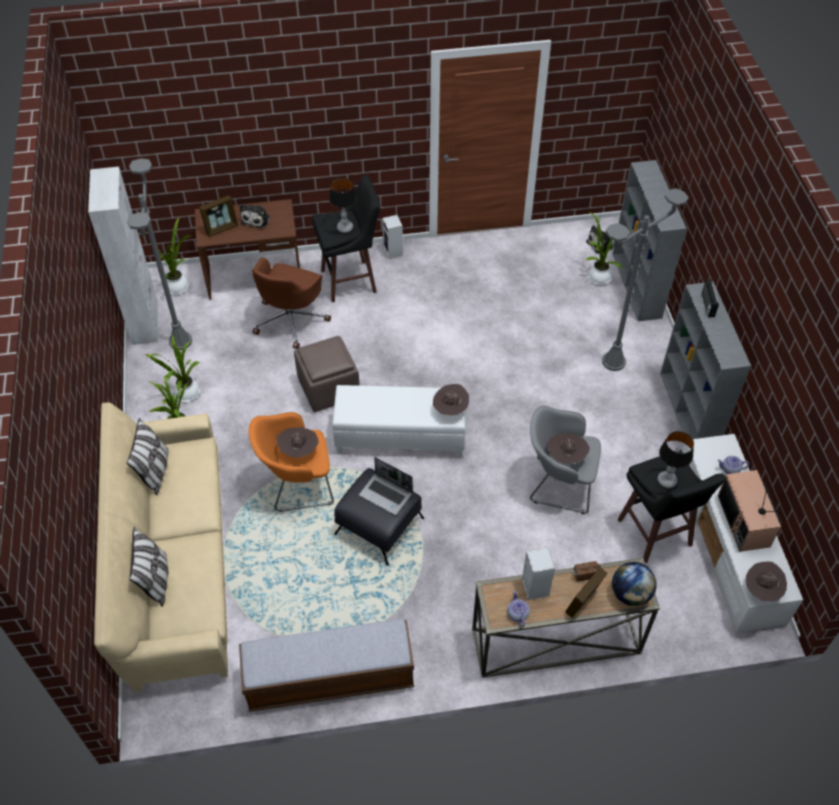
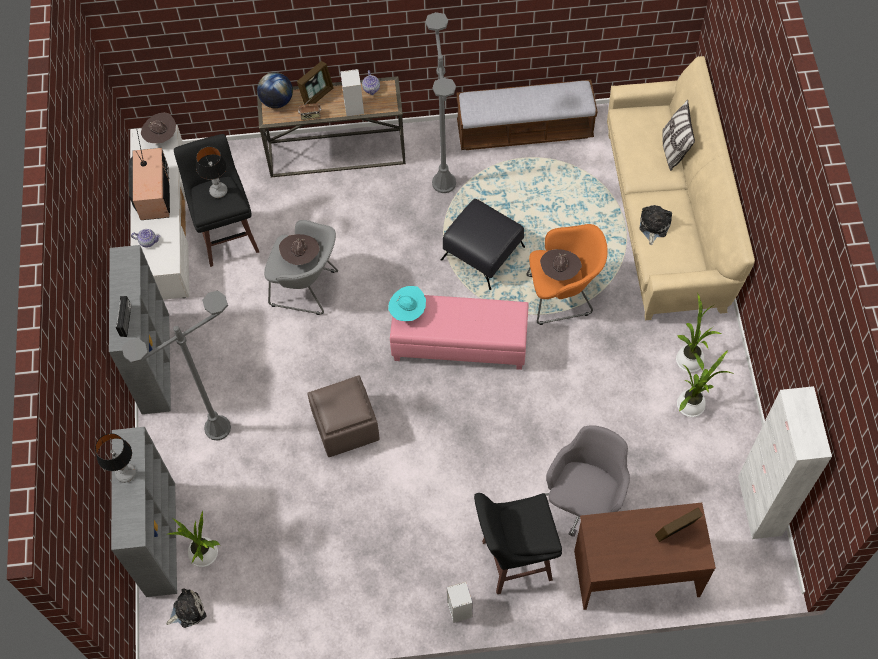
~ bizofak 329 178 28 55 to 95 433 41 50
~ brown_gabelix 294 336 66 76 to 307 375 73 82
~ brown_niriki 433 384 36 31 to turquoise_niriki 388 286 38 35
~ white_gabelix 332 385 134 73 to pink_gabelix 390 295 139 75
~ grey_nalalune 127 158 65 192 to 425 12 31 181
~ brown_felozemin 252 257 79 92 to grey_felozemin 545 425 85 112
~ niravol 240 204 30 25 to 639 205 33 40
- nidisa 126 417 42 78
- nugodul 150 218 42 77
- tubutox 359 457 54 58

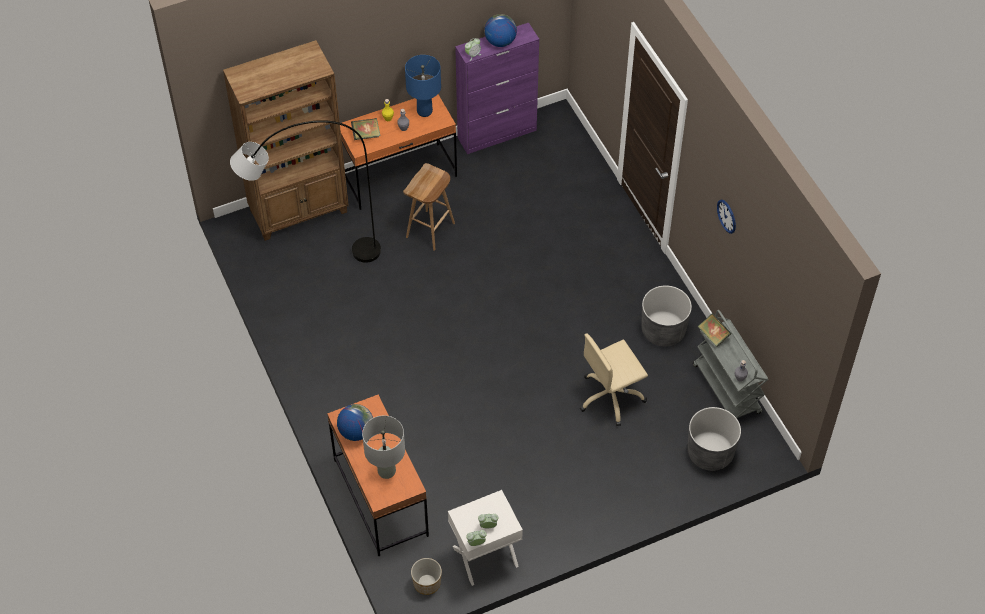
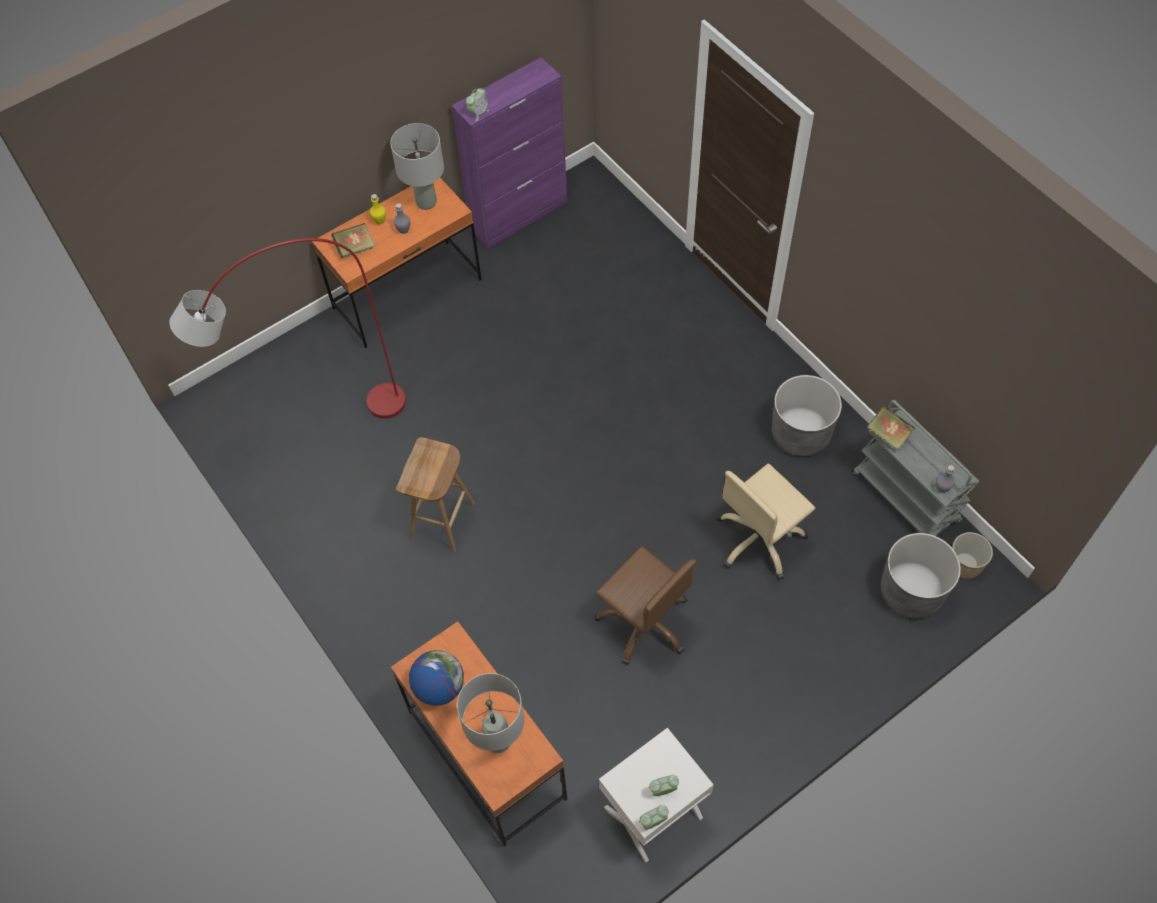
~ grey_nalalune 230 120 151 143 to red_nalalune 169 238 237 181
~ blue_bizofak 405 55 36 62 to grey_bizofak 390 123 54 87
~ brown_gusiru 403 163 52 88 to 396 437 79 115
+ brown_felozemin 594 546 102 119
~ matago 411 558 31 37 to 952 532 41 47
- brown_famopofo 223 40 126 201
- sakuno 484 14 33 33
- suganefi 717 200 19 34

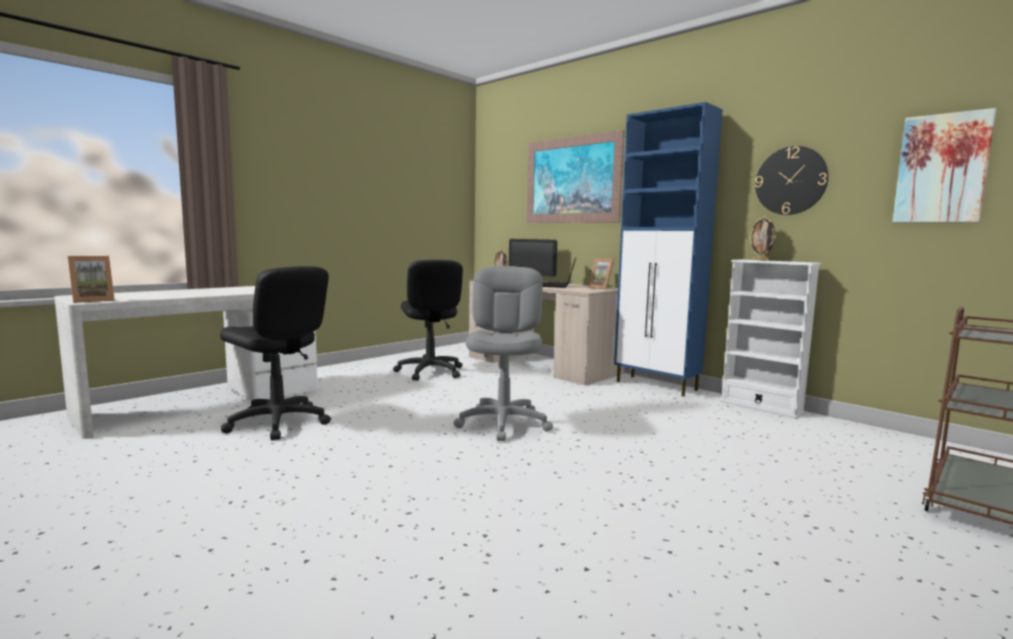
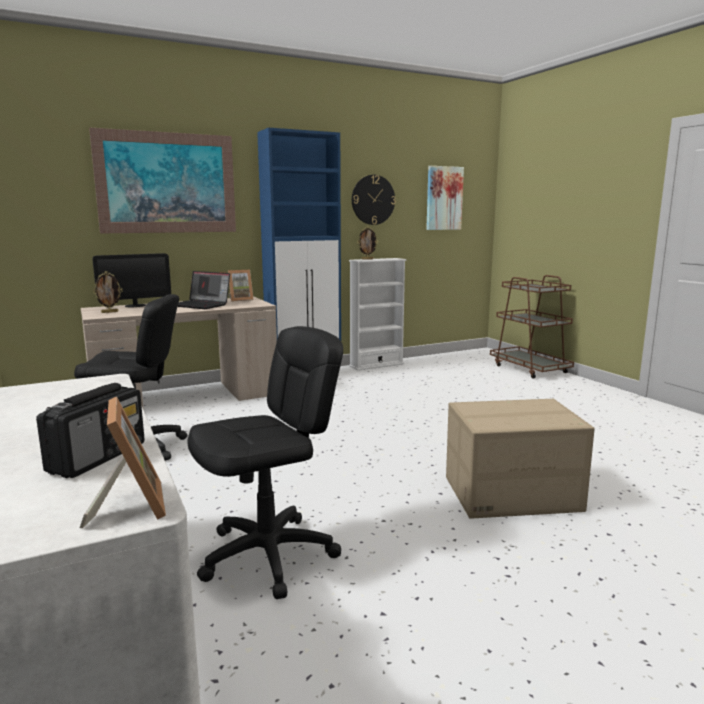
+ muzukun 36 383 109 95
+ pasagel 446 399 149 120
- grey_felozemin 454 266 99 175

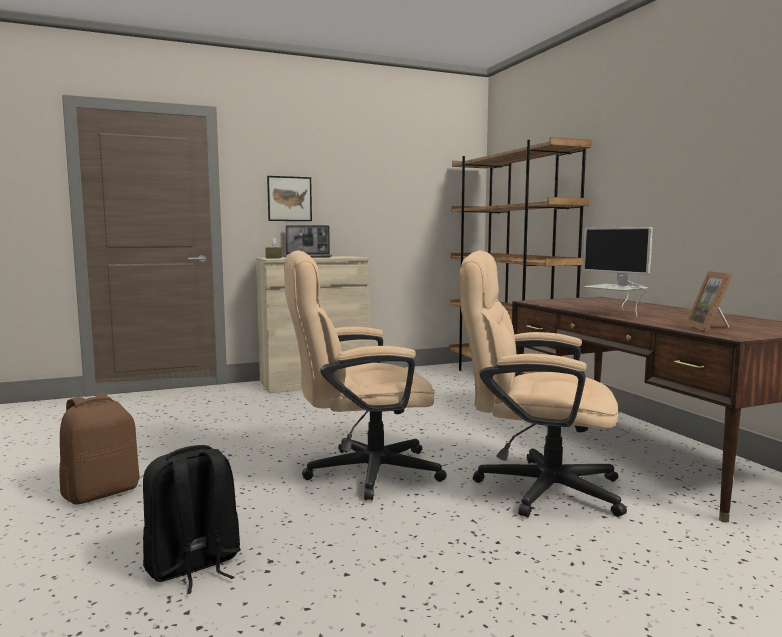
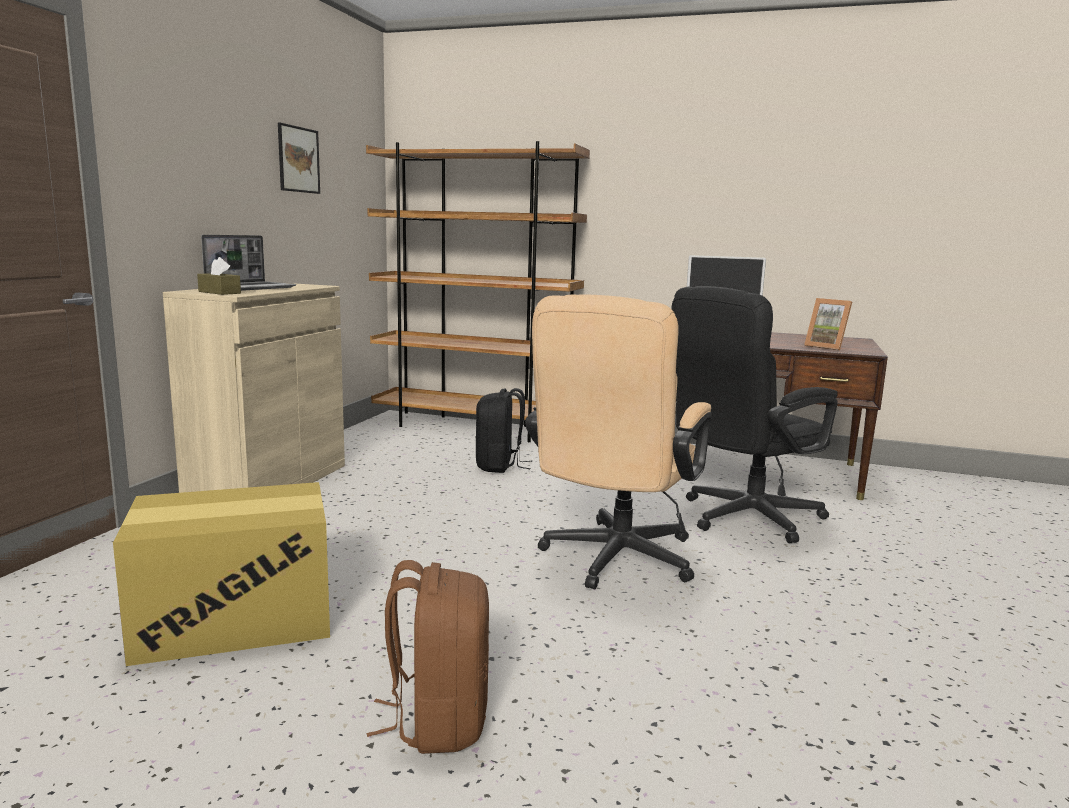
+ pasagel 113 482 217 184
~ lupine 267 176 45 45 to 278 122 42 72
~ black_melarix 143 445 98 149 to 476 388 57 85
~ beige_felozemin 460 250 167 267 to black_felozemin 671 286 167 257

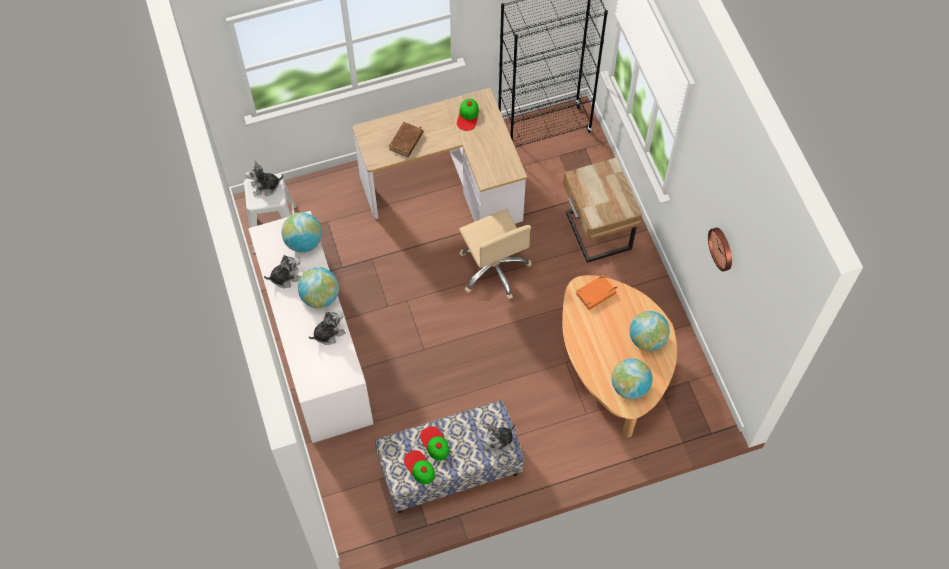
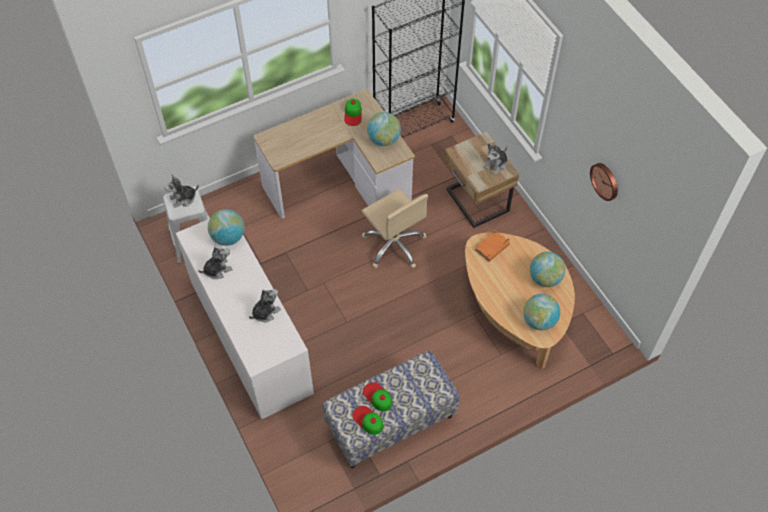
~ sakuno 298 267 41 41 to 367 112 34 34
~ niravol 483 423 32 35 to 484 144 23 31
- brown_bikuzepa 389 122 34 35

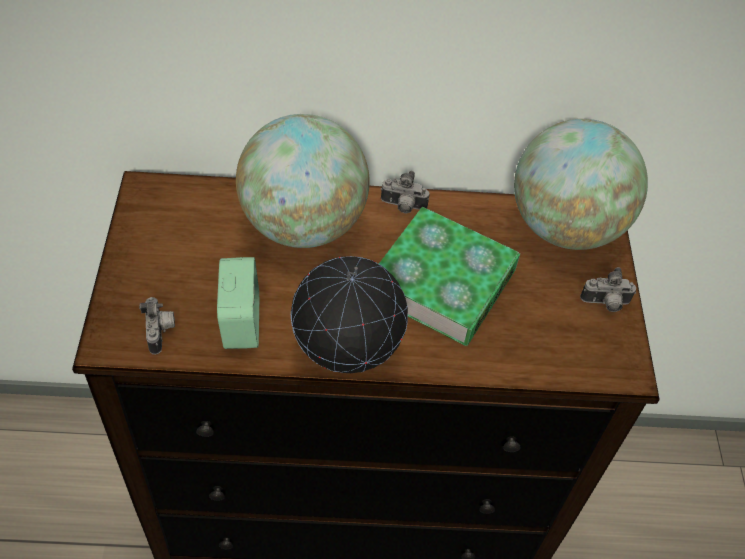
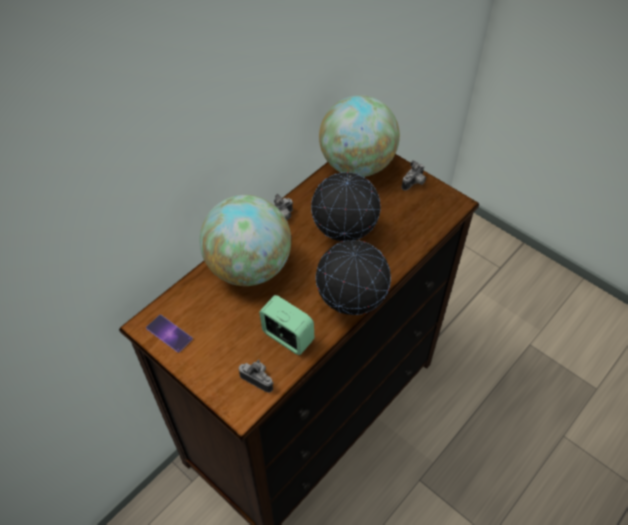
+ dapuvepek 146 315 47 38
~ bikuzepa 379 206 141 140 to sakuno 311 172 70 69

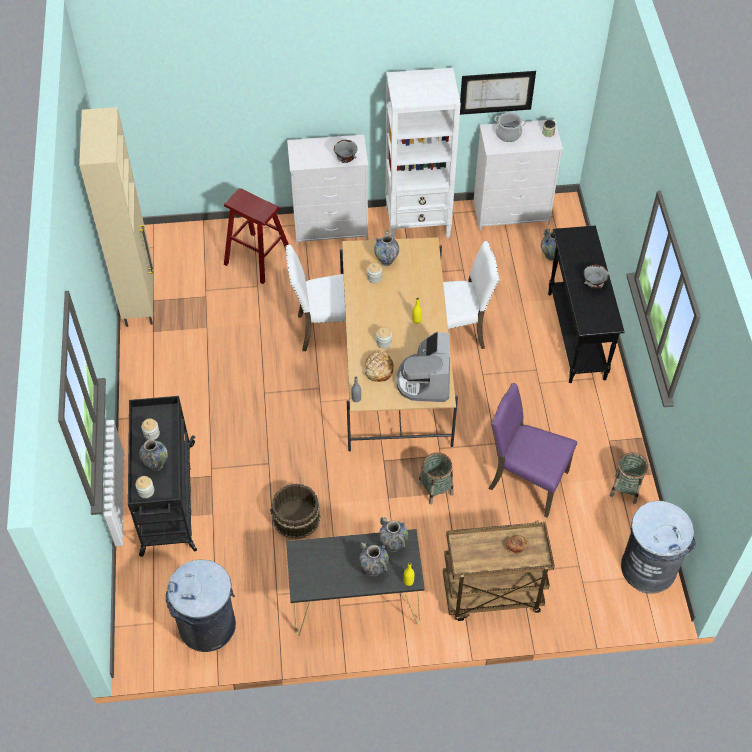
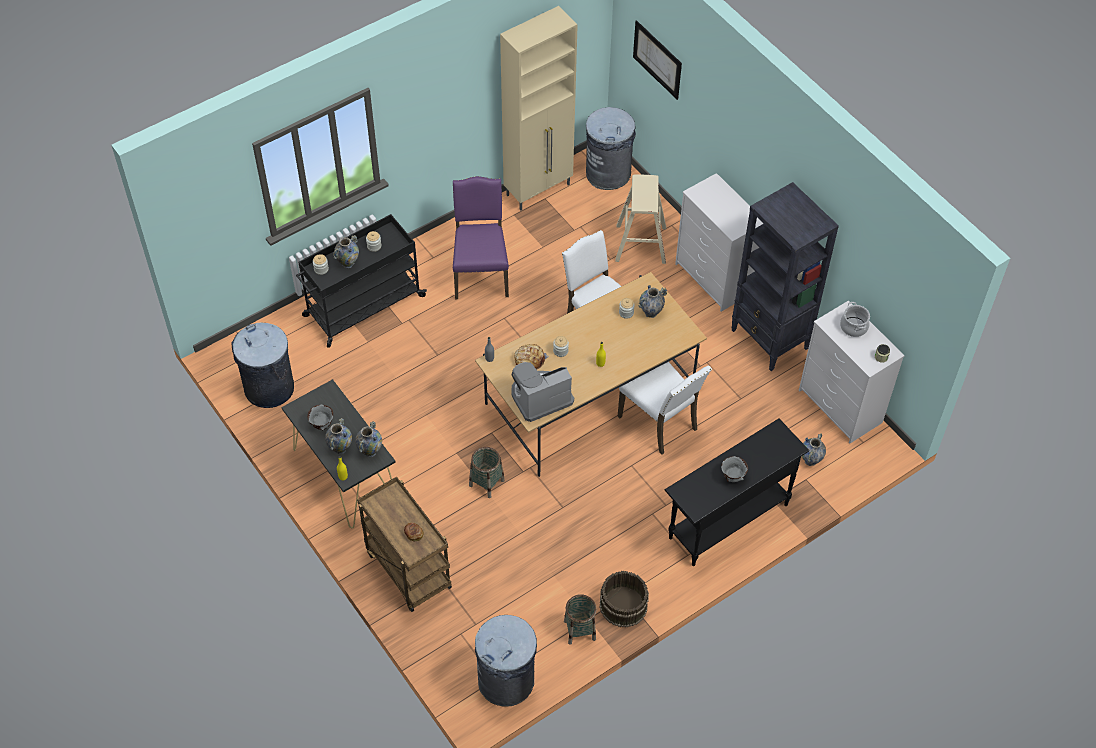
~ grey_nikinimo 334 140 24 23 to 307 405 26 26
~ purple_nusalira 489 383 88 135 to 453 176 56 123
+ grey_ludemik 586 107 50 83
~ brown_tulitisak 270 483 51 56 to 600 571 49 57
~ red_gusiru 224 188 65 96 to beige_gusiru 615 174 51 90
~ lupine 460 71 76 44 to 633 20 49 80
~ white_famopofo 386 68 75 171 to black_famopofo 731 182 108 189

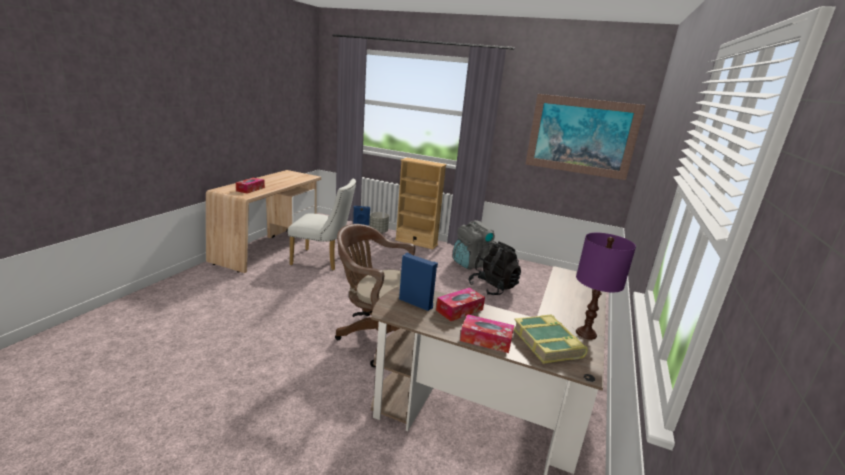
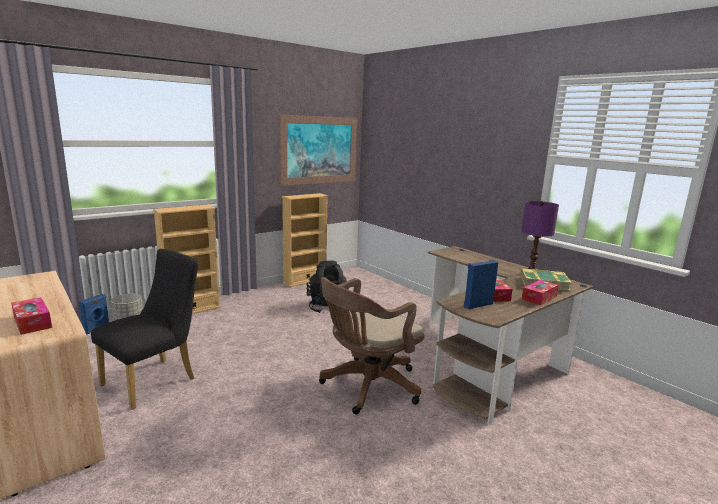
~ white_nusalira 288 179 68 91 to black_nusalira 91 249 107 160
+ beige_famopofo 282 193 47 94
- grey_melarix 453 220 44 50

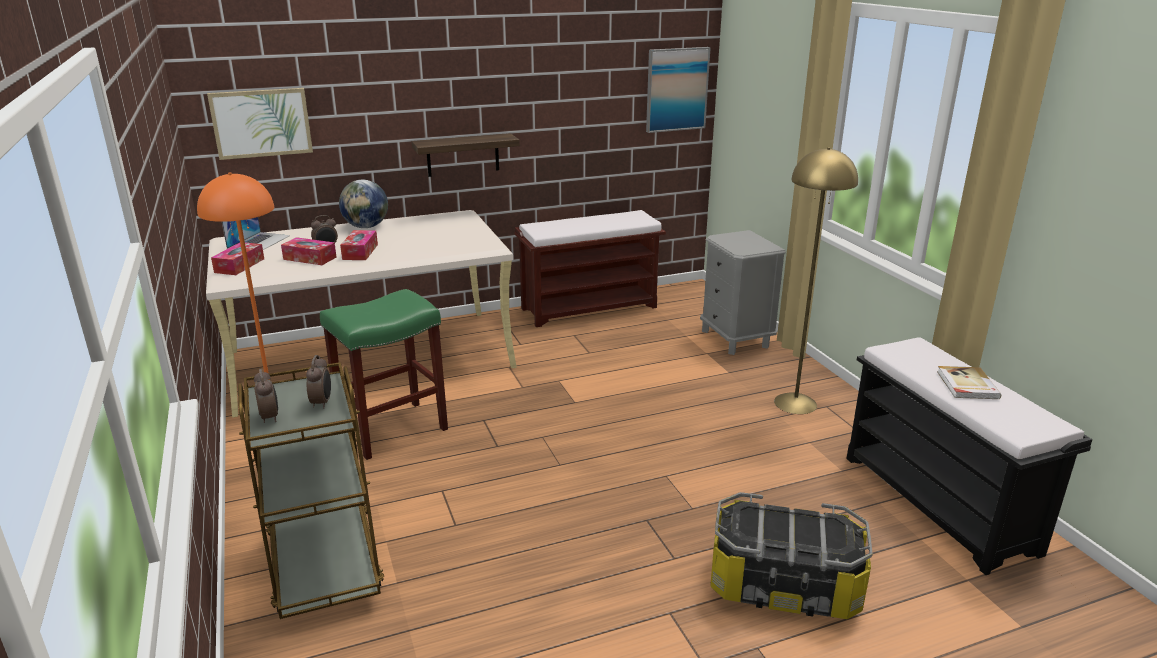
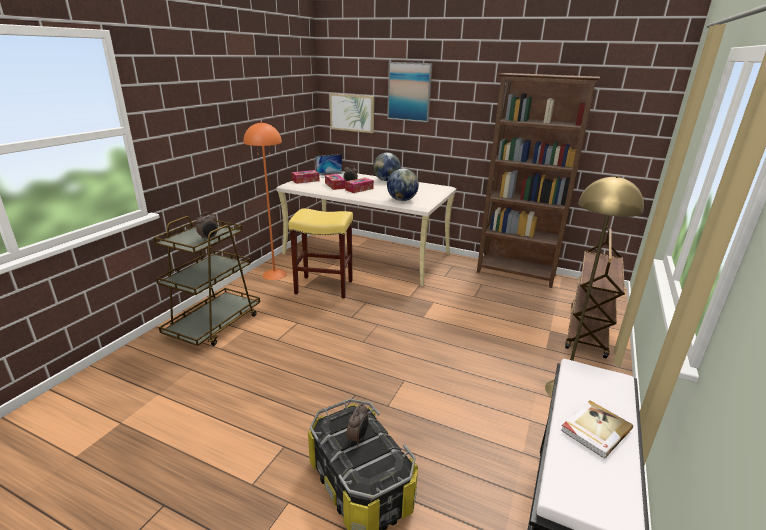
~ green_gusiru 320 289 128 171 to yellow_gusiru 289 208 64 90
~ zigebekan 254 369 24 54 to 347 403 22 43
~ lupine 646 47 65 86 to 387 62 45 60
+ sakuno 387 169 32 32
~ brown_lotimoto 515 210 151 117 to brown_famopofo 477 73 123 215
~ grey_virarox 700 230 86 125 to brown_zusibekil 565 229 60 129
- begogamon 412 133 108 44

